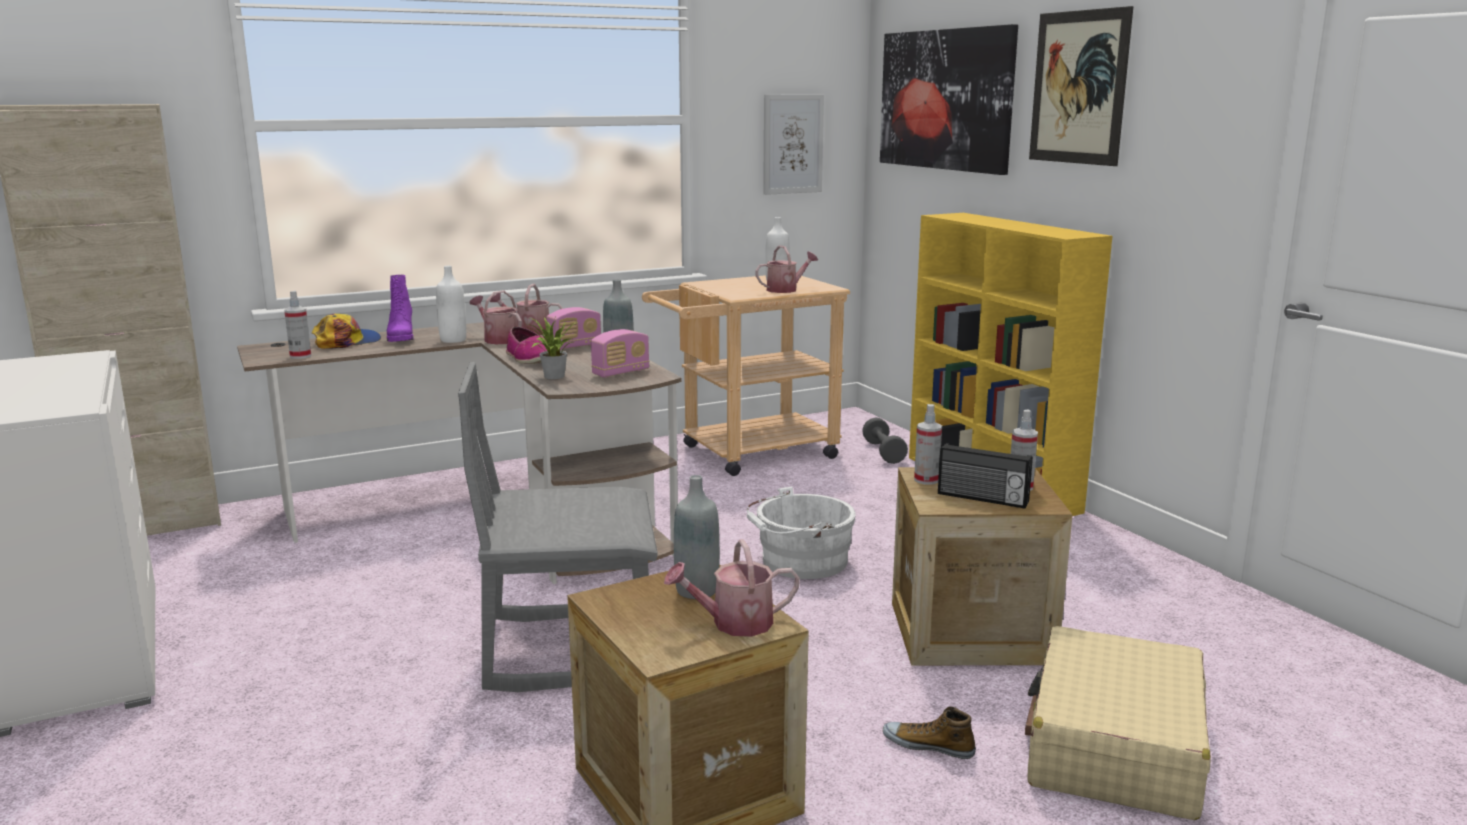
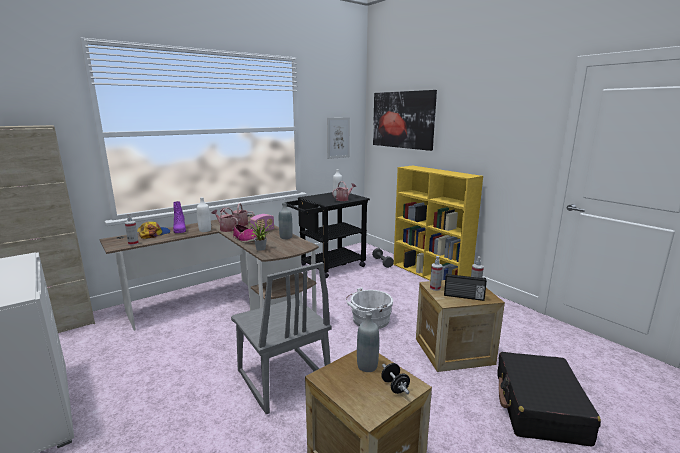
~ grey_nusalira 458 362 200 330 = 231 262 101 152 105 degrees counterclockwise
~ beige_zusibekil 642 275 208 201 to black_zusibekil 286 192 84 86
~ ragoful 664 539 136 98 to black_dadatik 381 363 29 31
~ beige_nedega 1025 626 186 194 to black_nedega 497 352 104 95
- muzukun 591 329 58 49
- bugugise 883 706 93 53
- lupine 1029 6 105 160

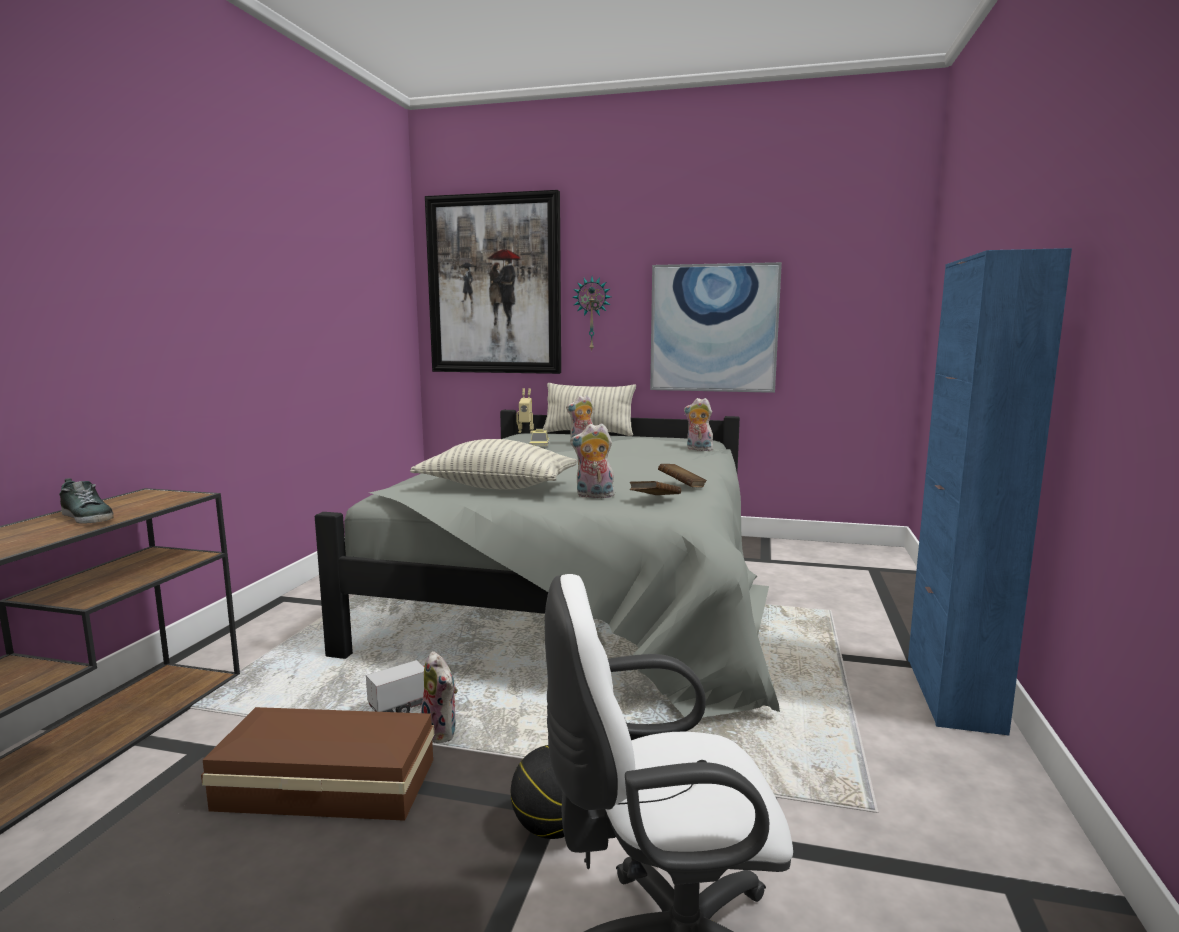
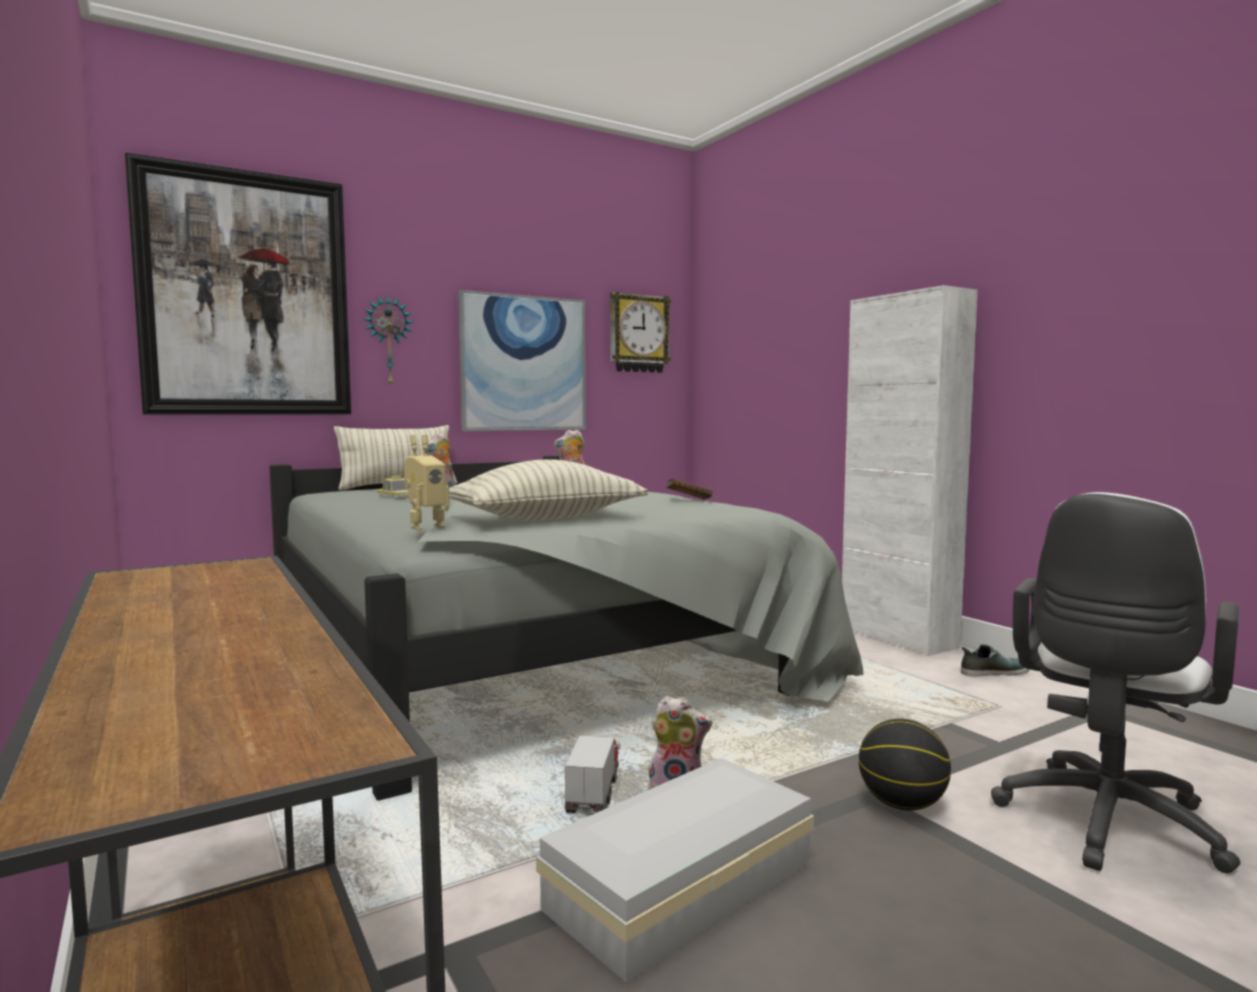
~ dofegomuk 516 388 18 45 to 404 435 46 95
~ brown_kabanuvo 201 707 233 114 to white_kabanuvo 536 758 278 225
+ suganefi 610 292 61 81
~ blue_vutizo 908 248 164 487 to white_vutizo 842 285 136 371
~ bugugise 59 478 55 46 to 961 644 68 33
- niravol 570 423 44 75
- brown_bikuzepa 630 481 51 14

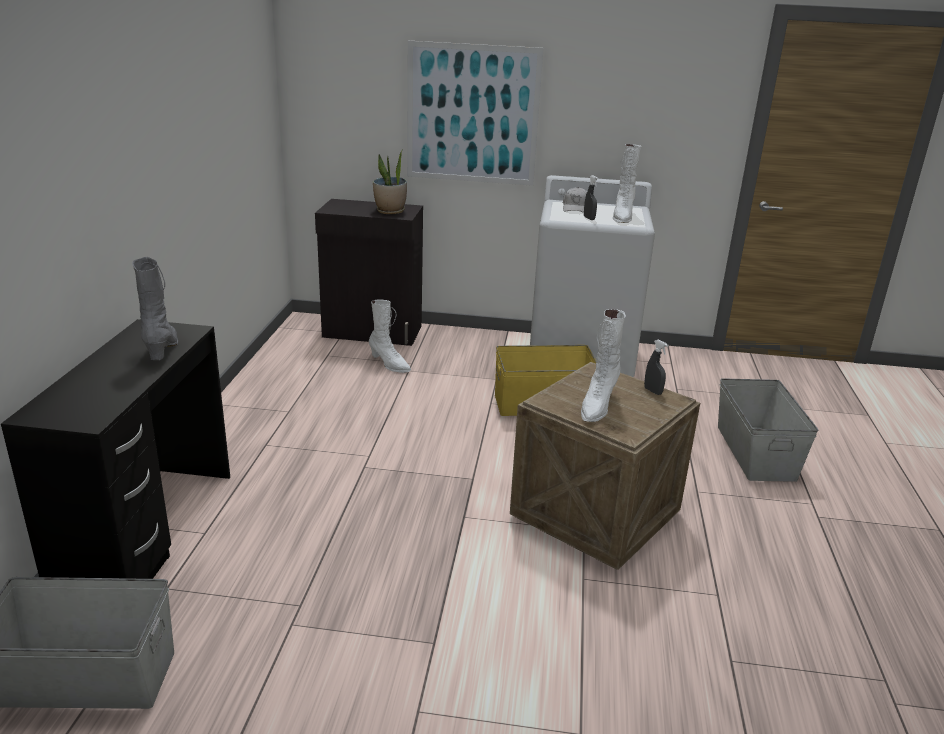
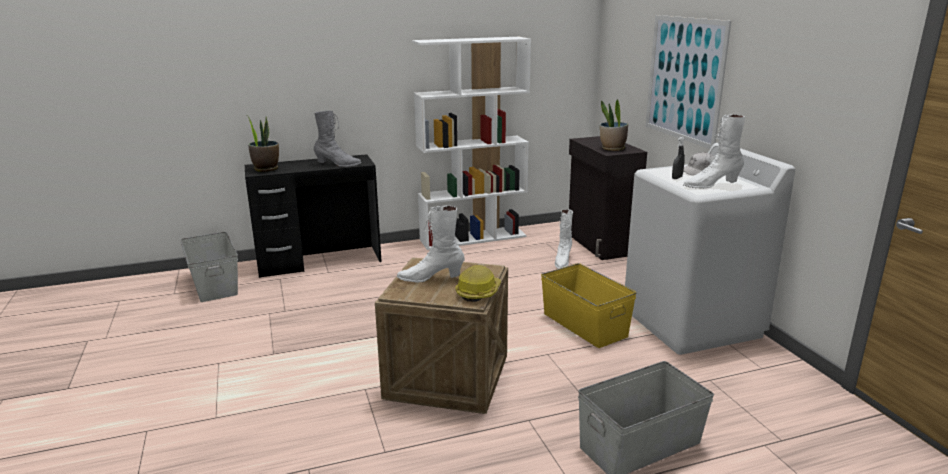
+ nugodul 248 117 31 55
~ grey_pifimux 132 257 46 103 = 314 111 47 56 45 degrees clockwise
+ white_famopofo 412 37 119 213
~ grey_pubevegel 644 339 24 56 to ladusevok 455 265 46 37

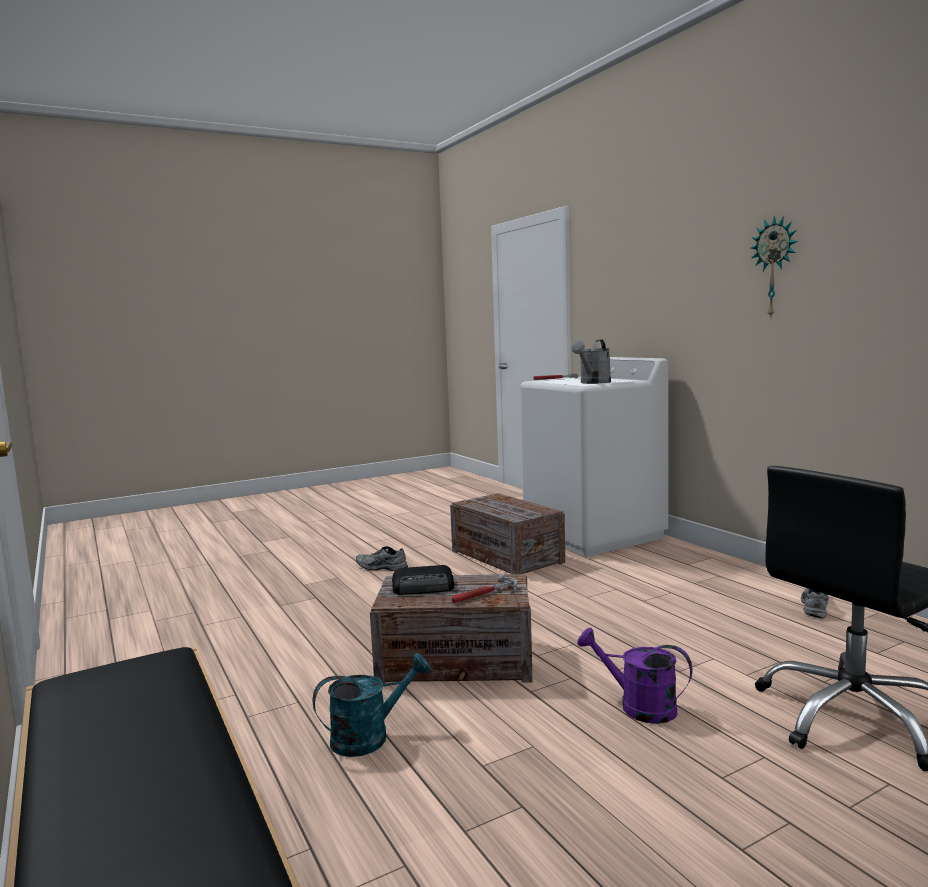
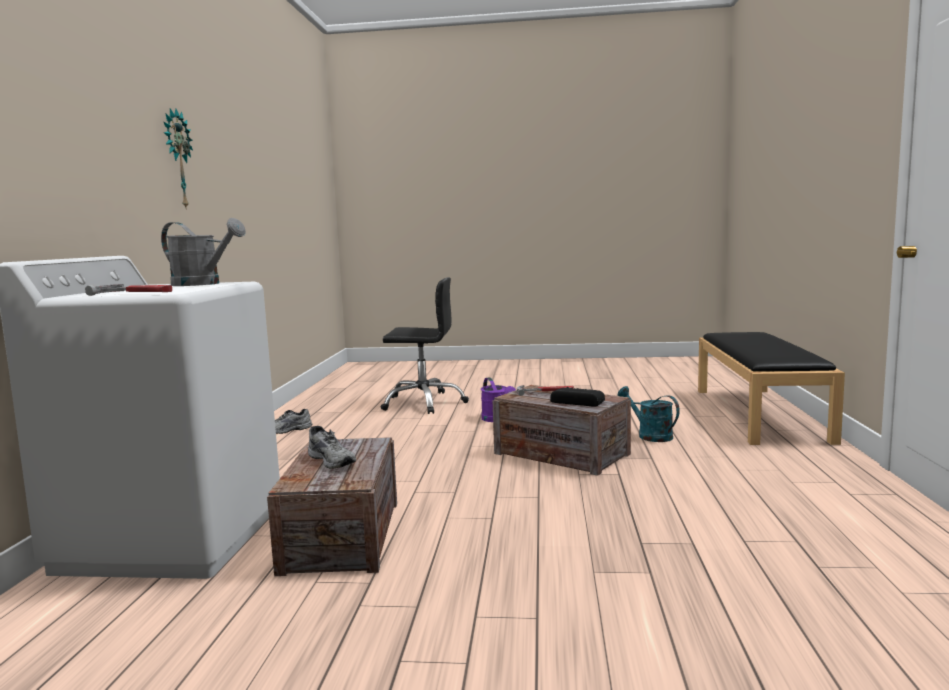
~ grey_ragoful 571 340 40 44 = 161 218 85 68 45 degrees clockwise
~ grey_bugugise 356 546 52 25 to 308 426 48 43
~ turquoise_ragoful 313 653 118 104 = 618 386 62 56 45 degrees clockwise

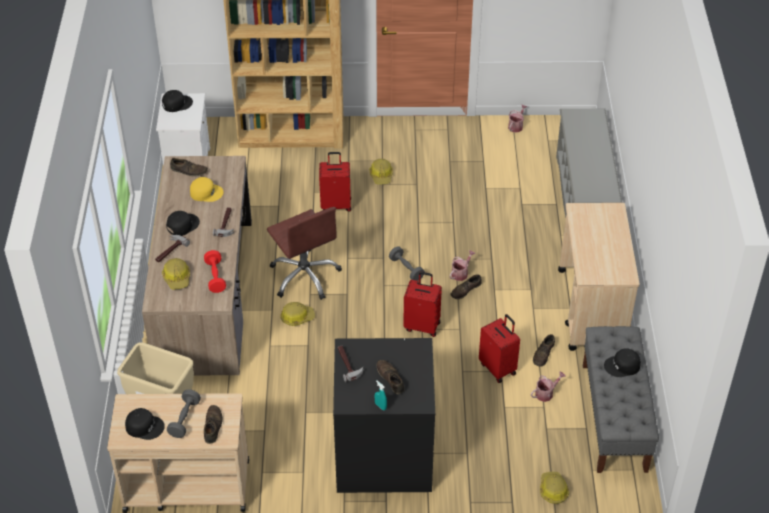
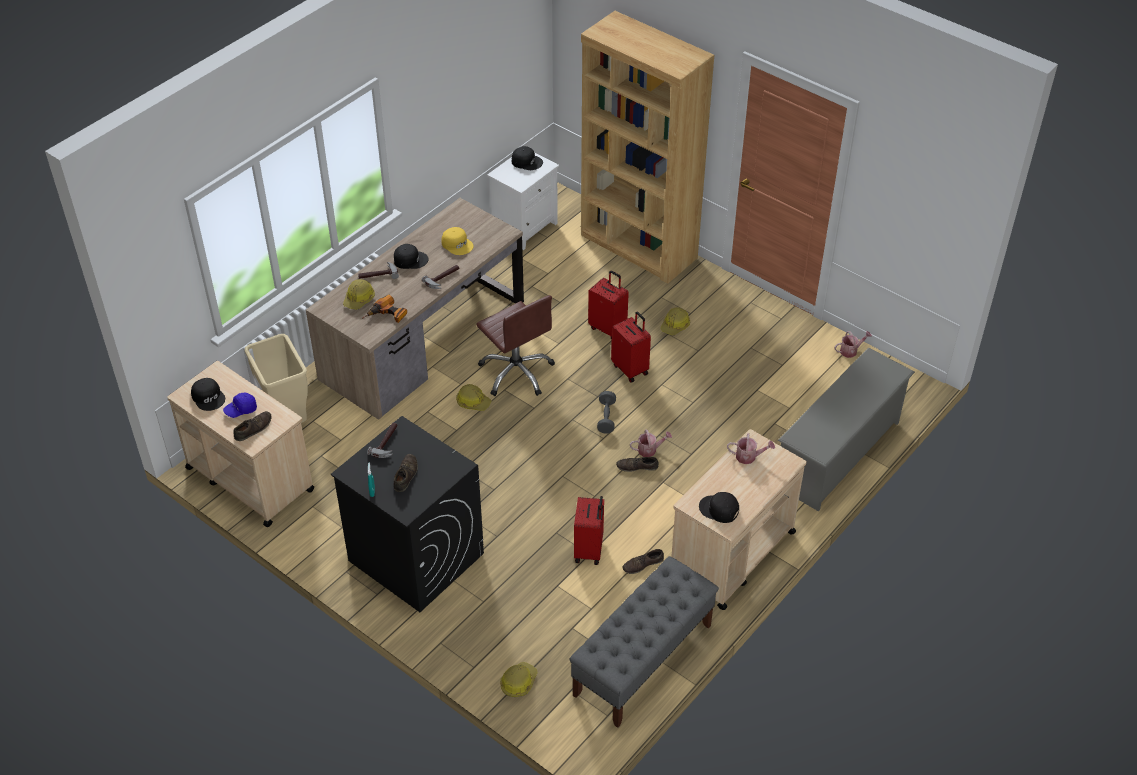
~ grey_dadatik 167 389 34 49 to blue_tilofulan 223 393 34 25
~ red_dadatik 204 250 22 43 to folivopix 363 295 44 28
~ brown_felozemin 267 207 75 93 = 477 295 78 101 45 degrees counterclockwise
~ red_nedega 403 272 39 65 to 611 312 40 71
~ black_tilofulan 604 348 37 29 to 699 492 40 31
~ ragoful 531 371 35 31 to 727 433 48 31
- brown_bugugise 170 158 38 19

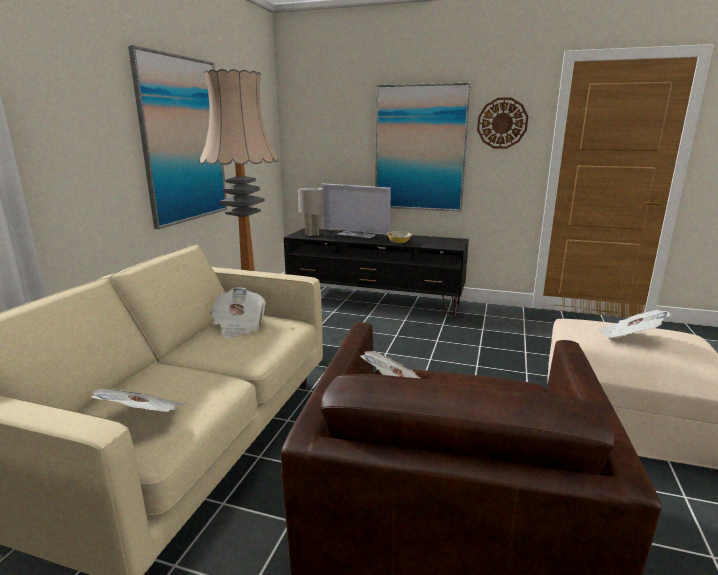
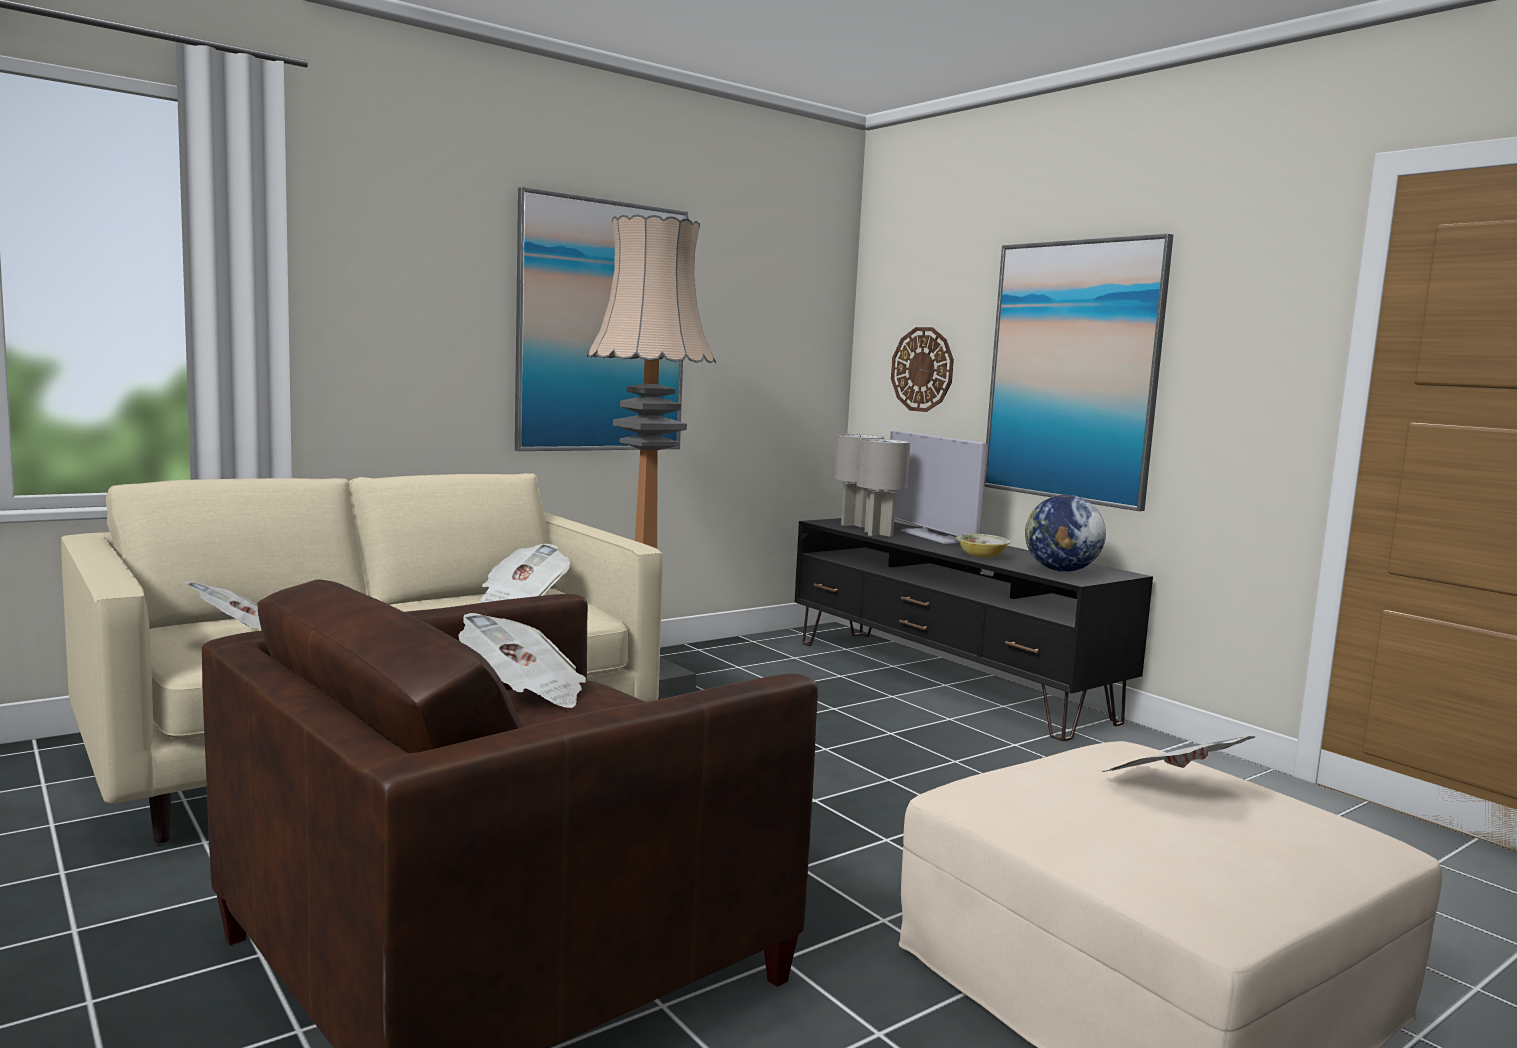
+ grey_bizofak 857 438 53 99
~ suganefi 477 97 51 52 to 891 327 63 85
+ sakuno 1025 495 81 77

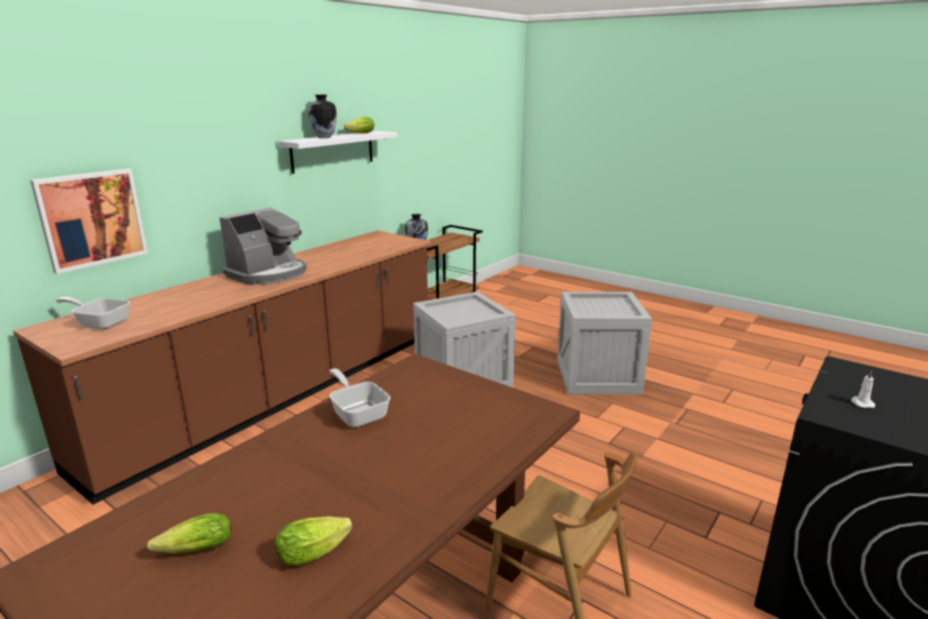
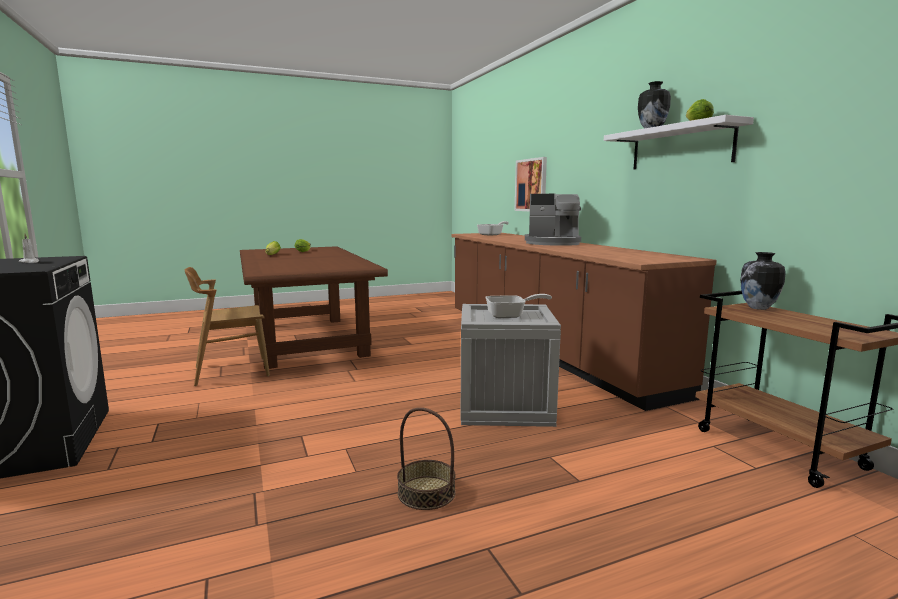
~ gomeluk 557 292 95 103 to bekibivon 397 407 59 103
~ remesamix 329 369 62 58 to 485 294 67 24
~ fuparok 219 207 88 78 = 525 194 56 52 60 degrees counterclockwise

